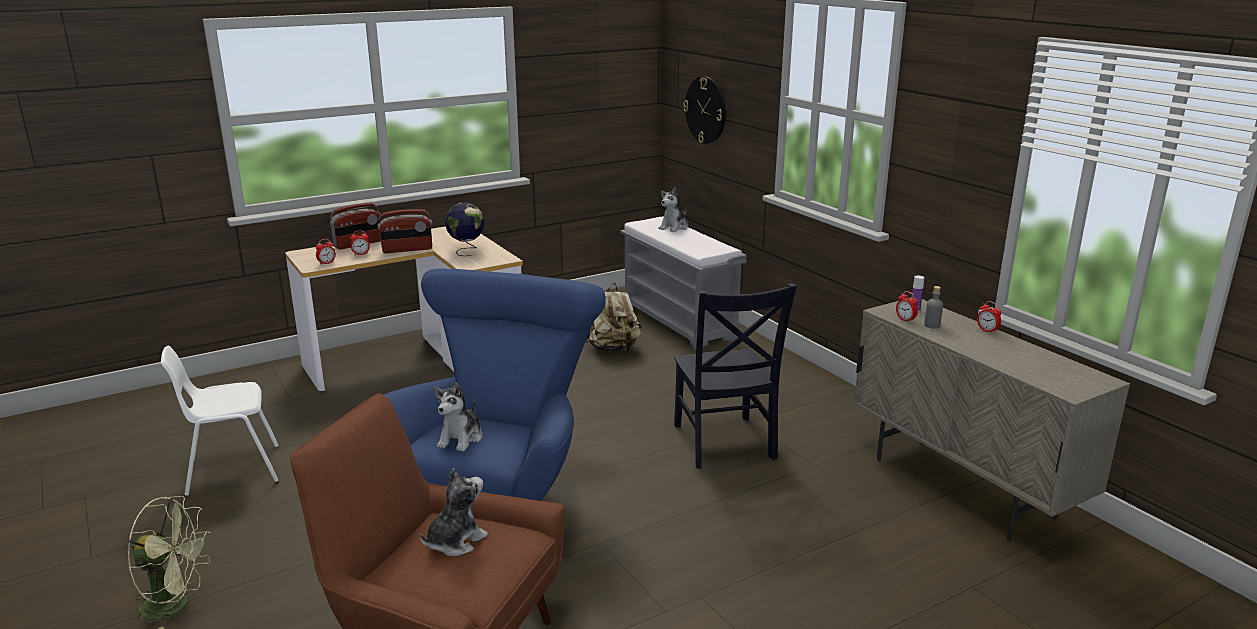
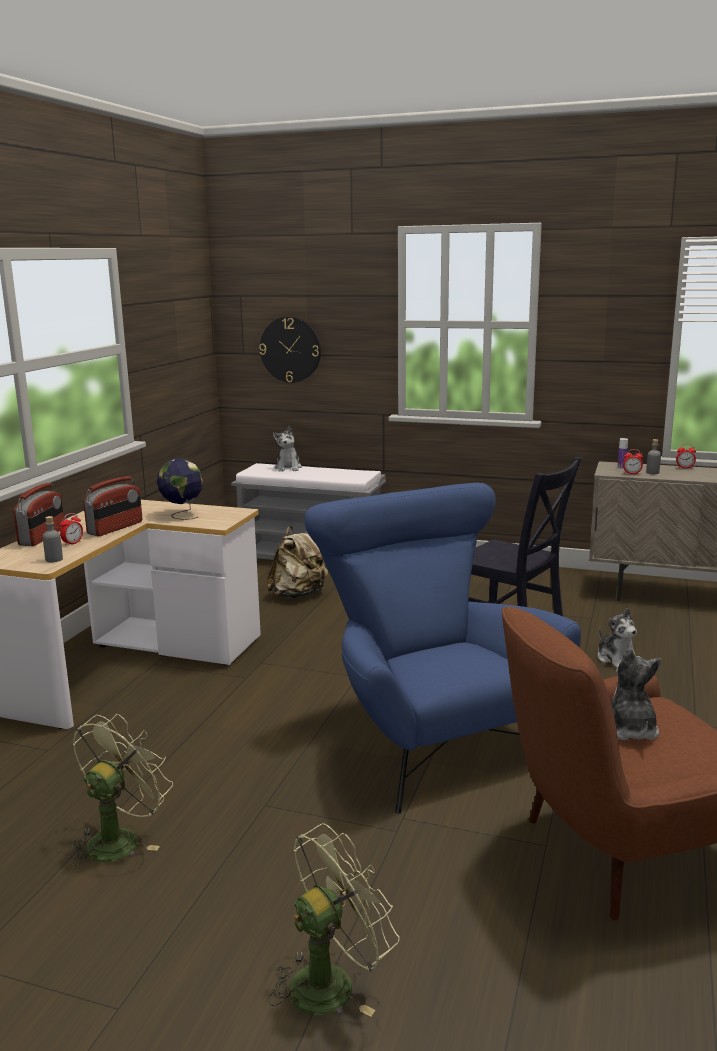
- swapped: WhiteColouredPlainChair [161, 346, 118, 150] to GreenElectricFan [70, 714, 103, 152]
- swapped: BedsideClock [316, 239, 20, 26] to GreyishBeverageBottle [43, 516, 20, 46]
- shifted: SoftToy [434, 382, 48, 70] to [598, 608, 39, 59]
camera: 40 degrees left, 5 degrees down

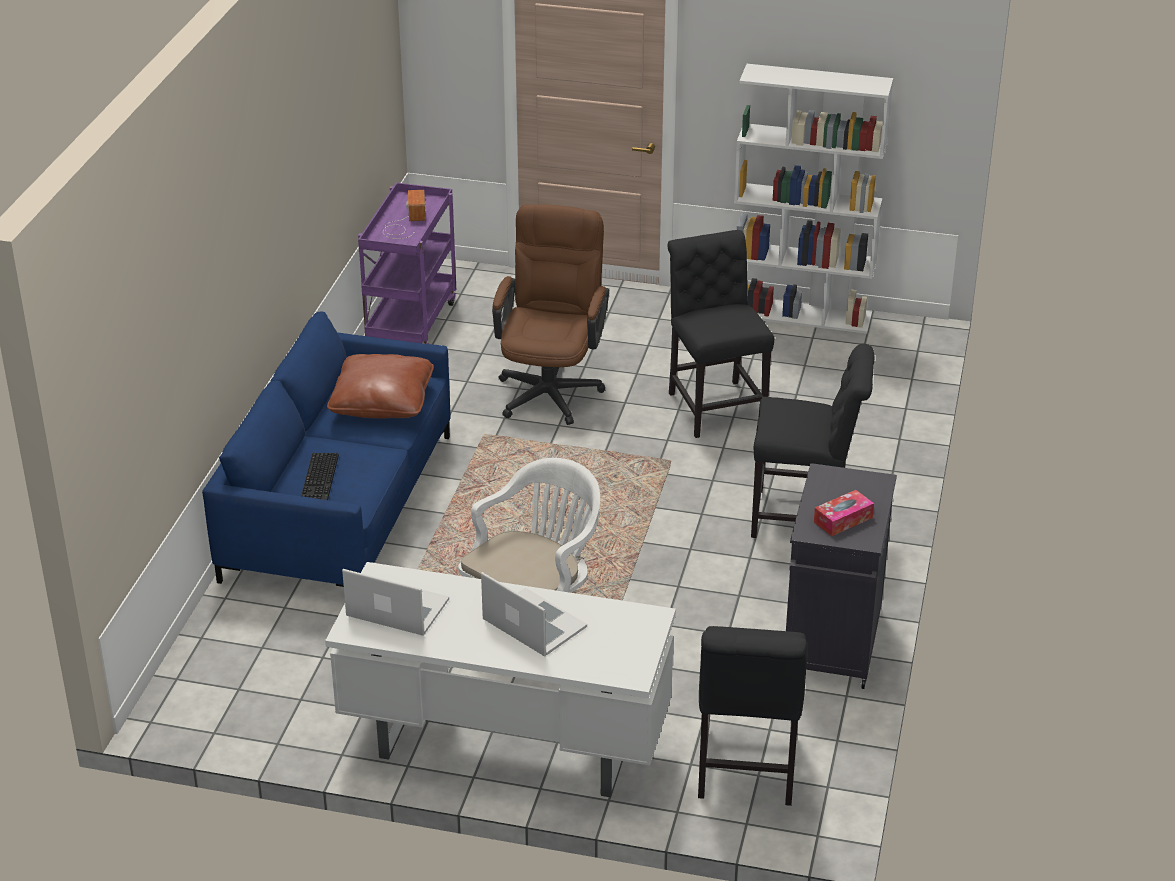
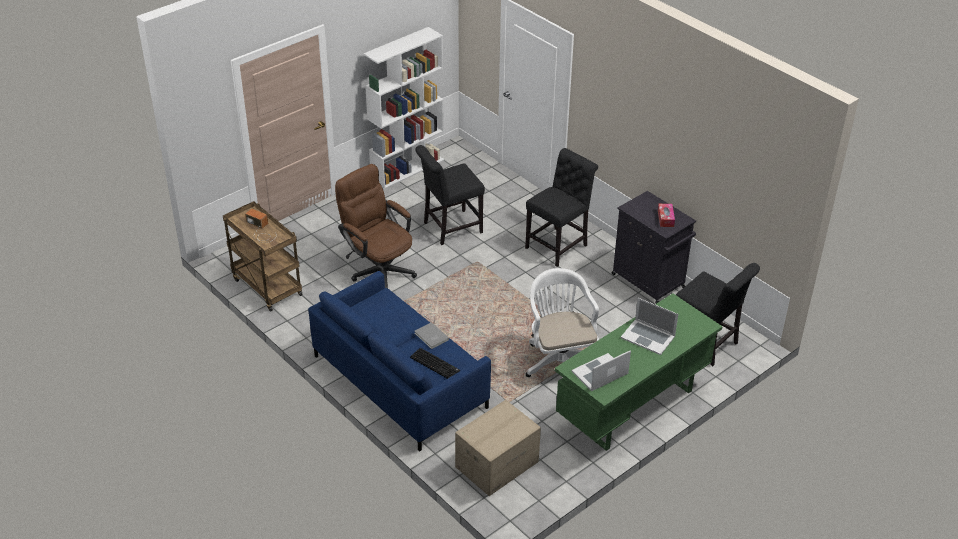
- repainted: WhiteColouredDeskTable [325, 562, 351, 235] to GreenDeskTable [555, 293, 168, 158]
- gone: BrownColouredCushion [327, 354, 107, 65]
- repainted: PurplishWheeledCart [358, 183, 98, 161] to BrownColouredWheeledCart [223, 201, 80, 111]
- rotated: Laptop [481, 572, 106, 84] = [621, 298, 57, 57] 135 degrees counterclockwise
- rotated: BlackColouredPlainChair [668, 230, 106, 208] = [415, 145, 70, 100] 45 degrees counterclockwise
- new: GreyishVolume [415, 322, 34, 27]
- new: CardboardBox [455, 400, 86, 96]
camera: 55 degrees left, 5 degrees up

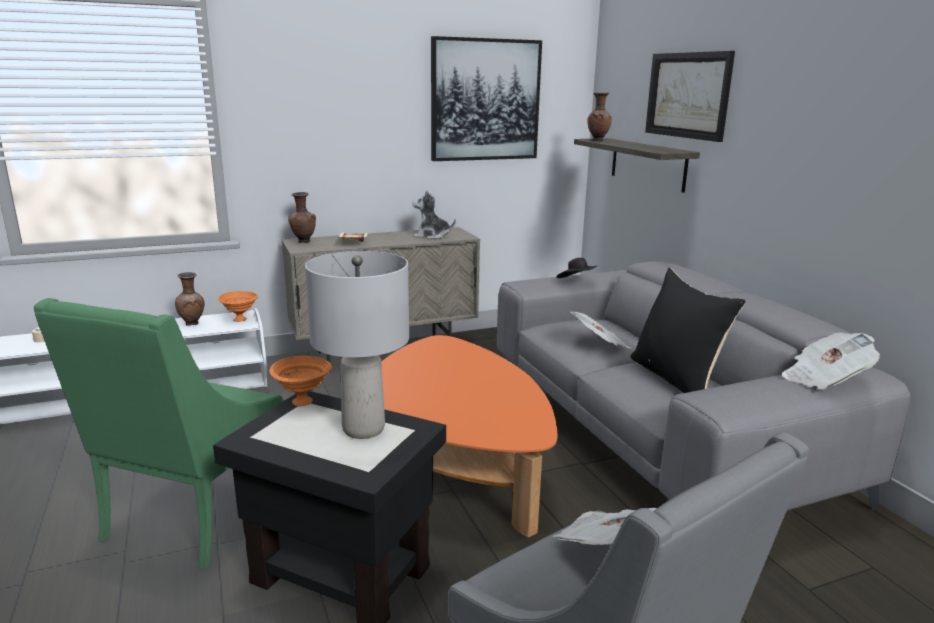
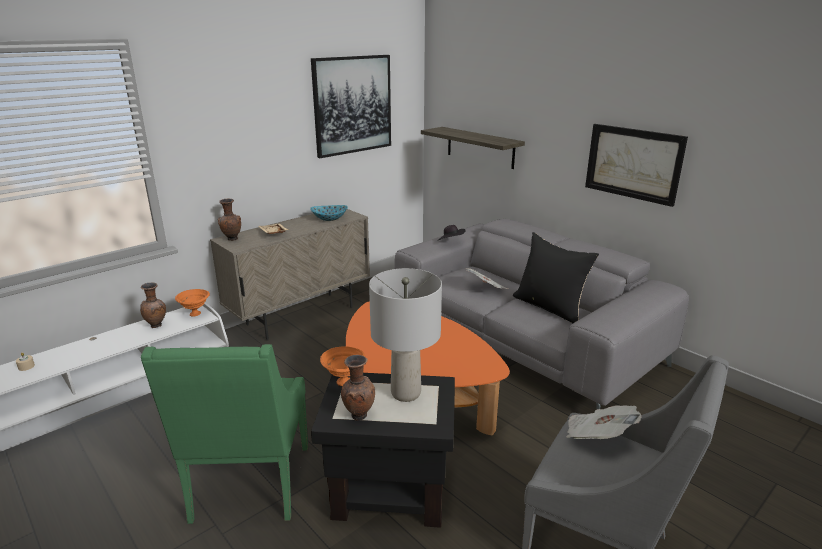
- swapped: SoftToy [412, 190, 44, 49] to Bowl [310, 205, 38, 16]
- shifted: BrownColouredDecorativeVase [587, 92, 25, 49] to [341, 355, 34, 66]
- shifted: WallPicture [645, 51, 90, 91] to [585, 124, 103, 83]
- gone: DailyPaper [782, 332, 98, 58]
camera: 20 degrees left, 5 degrees up

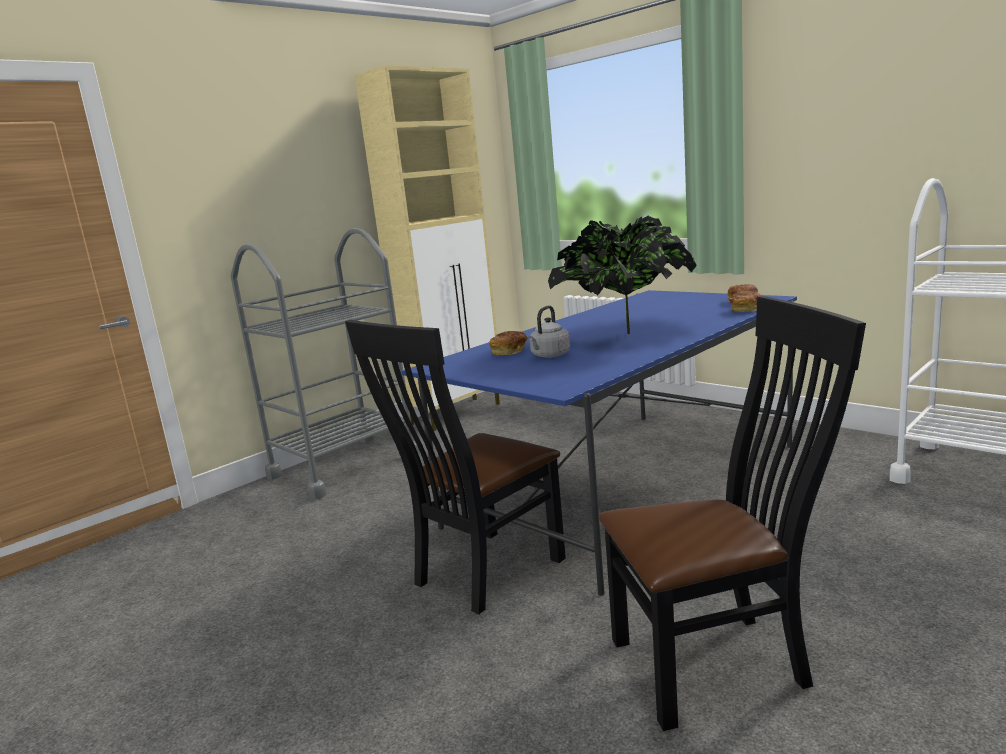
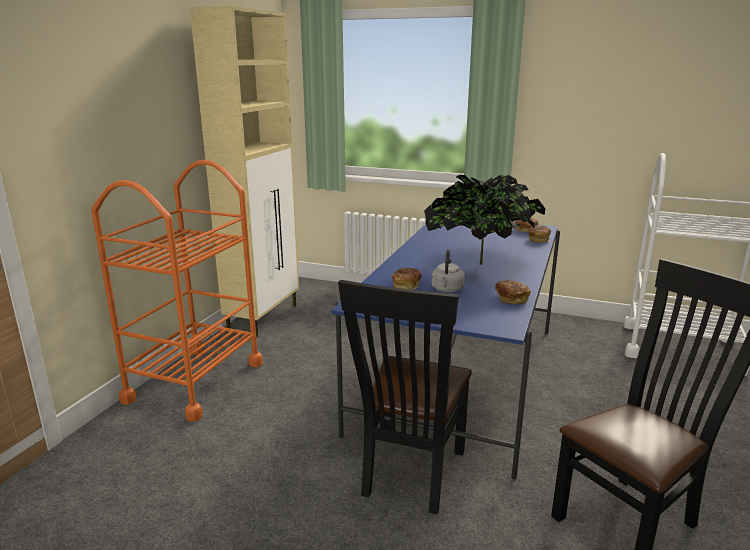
- repainted: GreyishWheeledCart [231, 228, 190, 271] to OrangeyWheeledCart [91, 160, 172, 262]
- new: Bread [495, 280, 36, 24]
camera: 25 degrees left, 5 degrees up

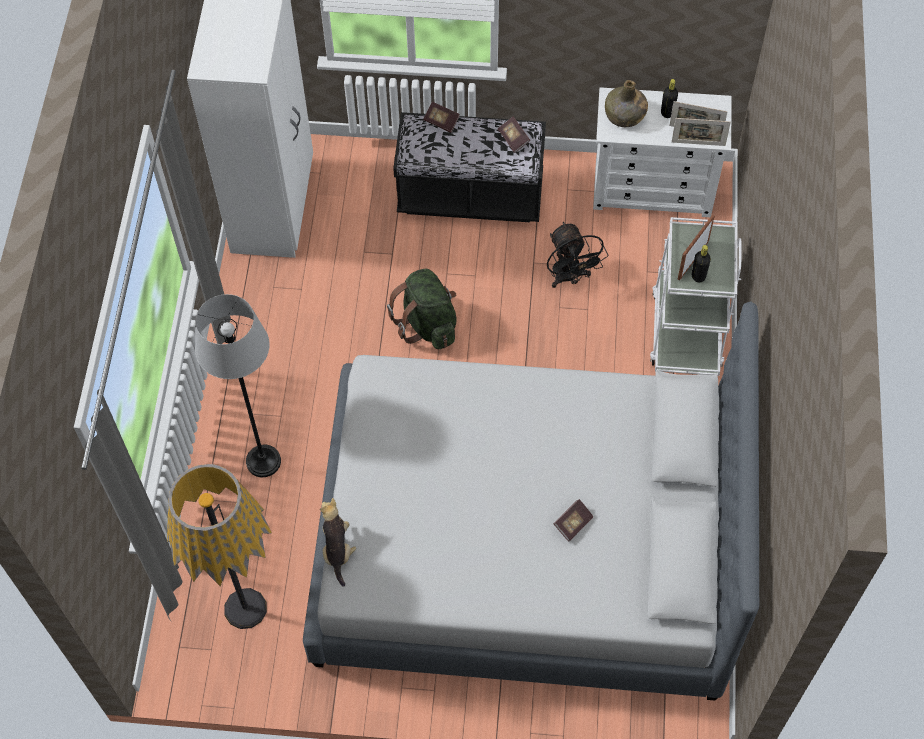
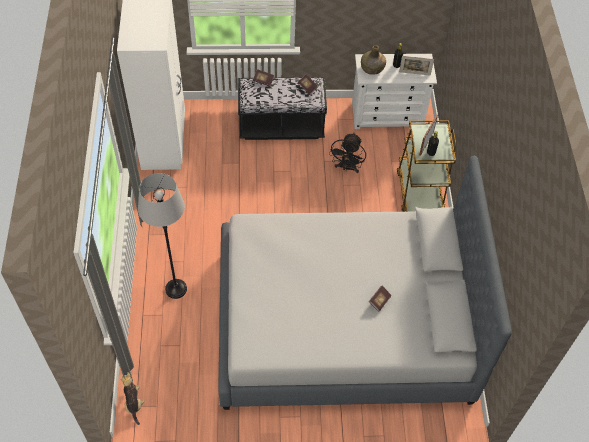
- gone: FloorLamp [167, 464, 105, 165]
- shifted: SoftToy [320, 498, 36, 89] to [121, 372, 24, 53]
- gone: GreenRucksack [387, 268, 70, 81]
- rotated: BlackColouredElectricFan [547, 222, 61, 66] = [329, 133, 37, 40] 45 degrees clockwise
- repainted: WhiteColouredWheeledCart [650, 217, 91, 159] to BrownColouredWheeledCart [397, 120, 59, 92]
- gone: PhotoFrame [672, 118, 59, 28]
camera: 10 degrees left, 5 degrees down

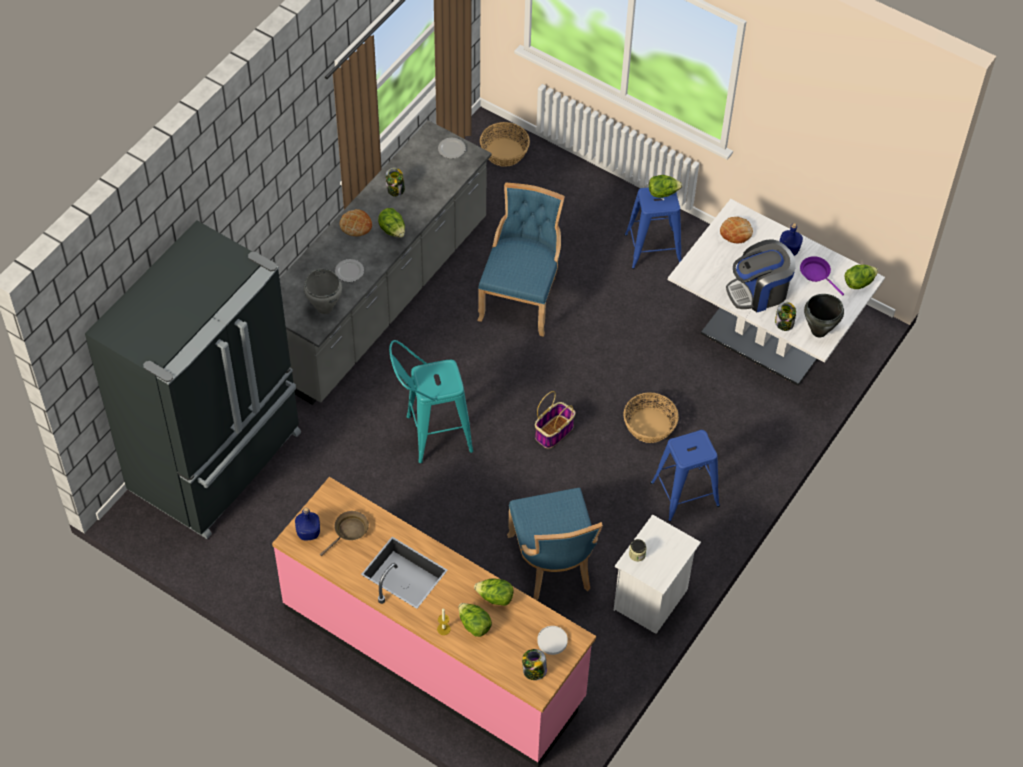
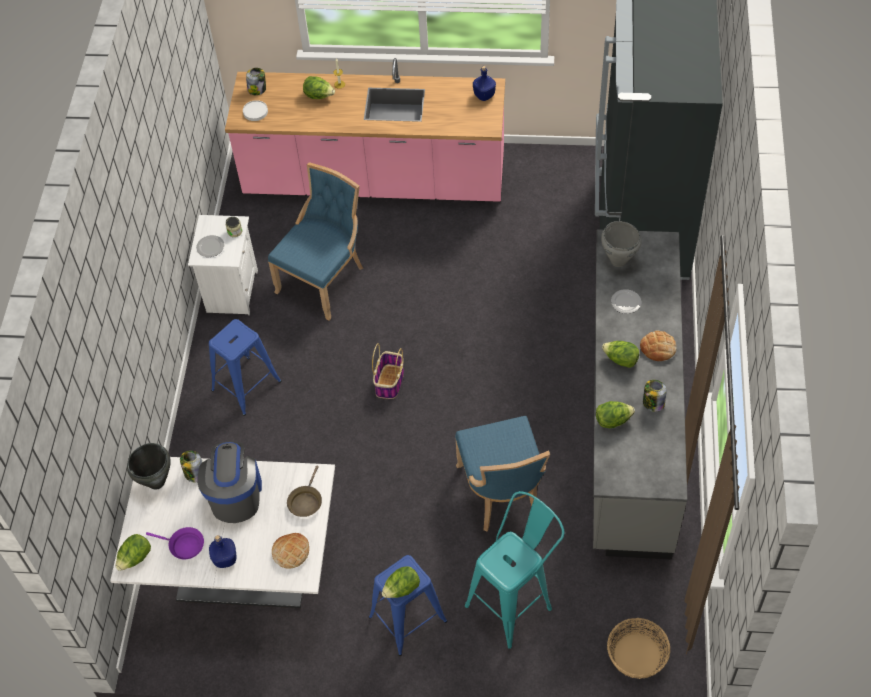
- shifted: BrownColouredPan [320, 511, 49, 45] to [287, 465, 35, 52]
- shifted: TurquoiseColouredStool [389, 340, 84, 123] to [465, 491, 99, 158]
- shifted: Plate [438, 138, 28, 21] to [196, 235, 28, 22]
- shifted: LettuceHead [474, 578, 40, 28] to [596, 401, 39, 27]
- rotated: BlueColouredPlainChair [507, 488, 96, 113] = [268, 162, 95, 158] 75 degrees clockwise
- gone: HouseholdBasket [623, 393, 56, 50]
- rotated: CoffeeBrewer [726, 239, 70, 74] = [197, 441, 65, 82] 45 degrees counterclockwise
camera: 155 degrees right, 0 degrees up

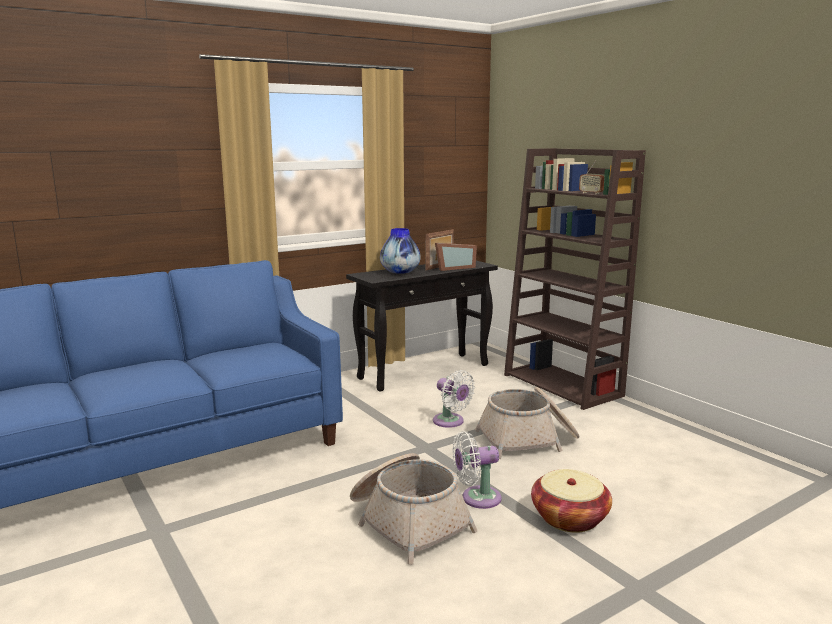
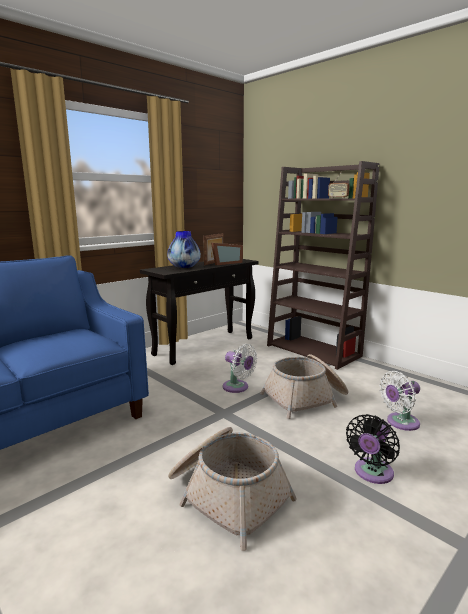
- shifted: WhiteColouredElectricFan [453, 431, 49, 78] to [379, 371, 41, 60]
- swapped: HouseholdBasket [531, 469, 81, 64] to BlackColouredElectricFan [346, 414, 54, 70]
camera: 10 degrees left, 0 degrees up

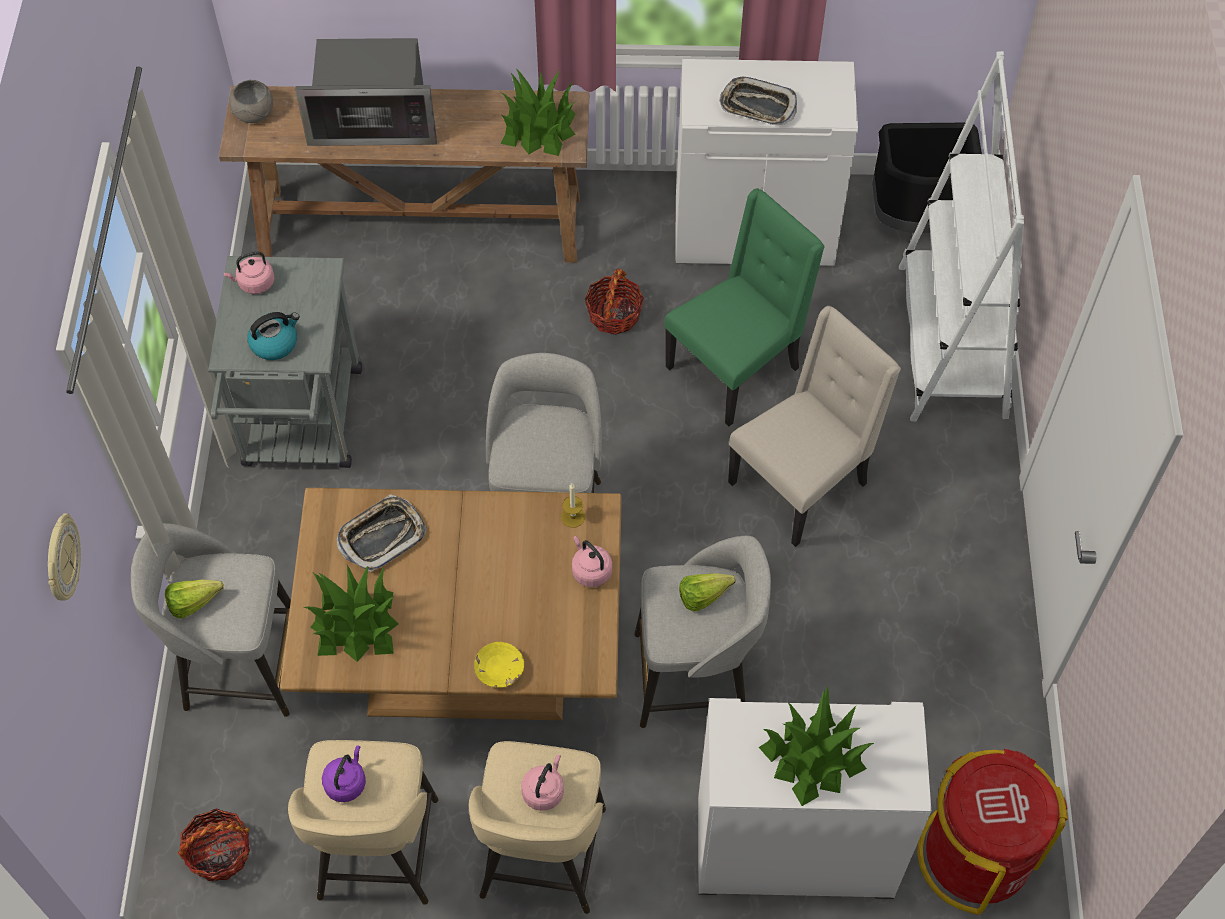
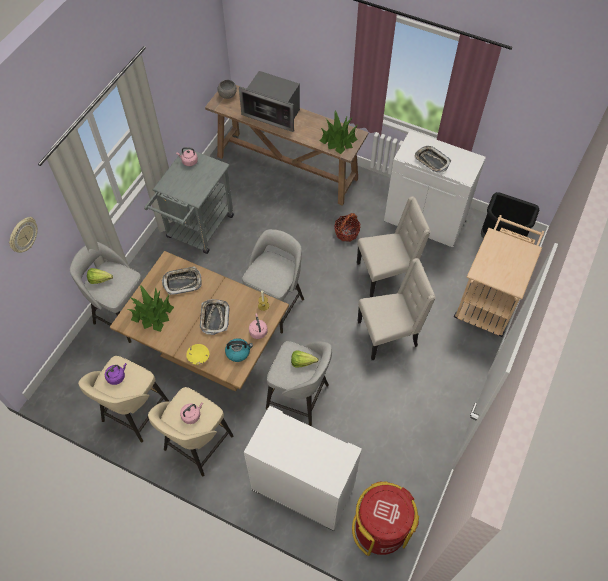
- gone: HouseholdBasket [178, 808, 72, 73]
- shifted: TeaKettle [247, 312, 53, 48] to [225, 338, 28, 24]
- repainted: GreenPlainChair [664, 189, 161, 237] to SandColouredPlainChair [357, 196, 74, 101]
- gone: Houseplant [759, 685, 115, 121]
- swapped: WhiteColouredBookcase [899, 51, 125, 371] to SandColouredWheeledCart [454, 215, 90, 122]
- new: Tray [200, 299, 29, 36]
camera: 25 degrees right, 0 degrees up

